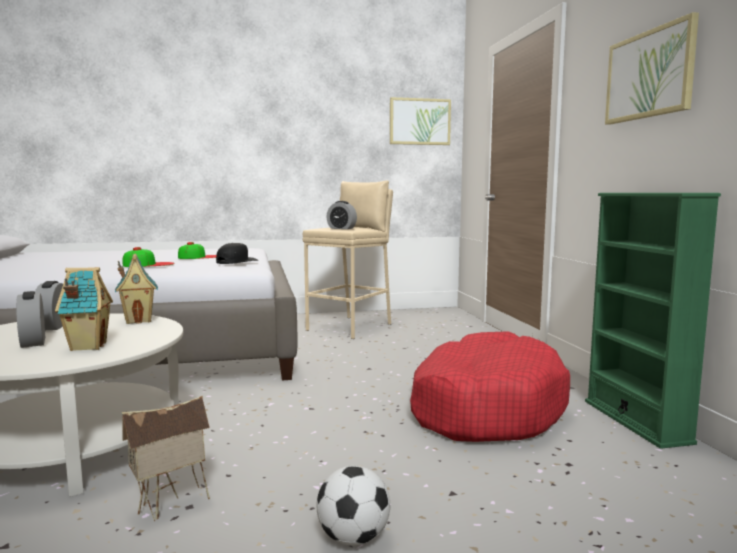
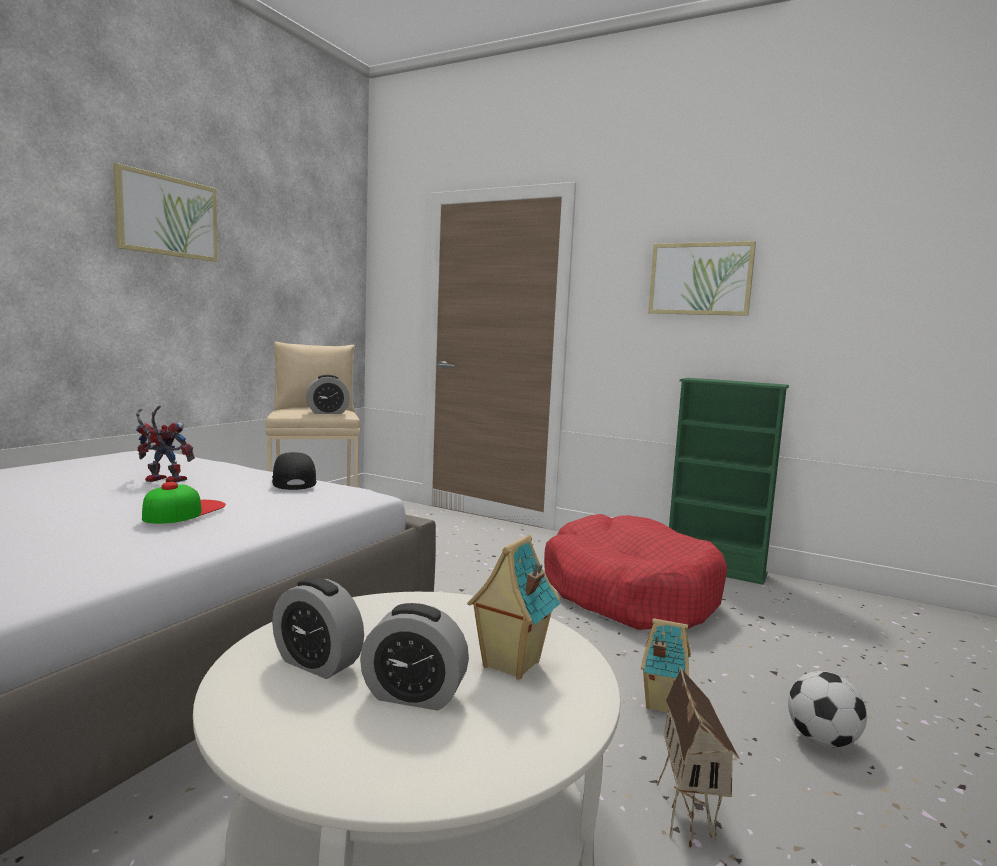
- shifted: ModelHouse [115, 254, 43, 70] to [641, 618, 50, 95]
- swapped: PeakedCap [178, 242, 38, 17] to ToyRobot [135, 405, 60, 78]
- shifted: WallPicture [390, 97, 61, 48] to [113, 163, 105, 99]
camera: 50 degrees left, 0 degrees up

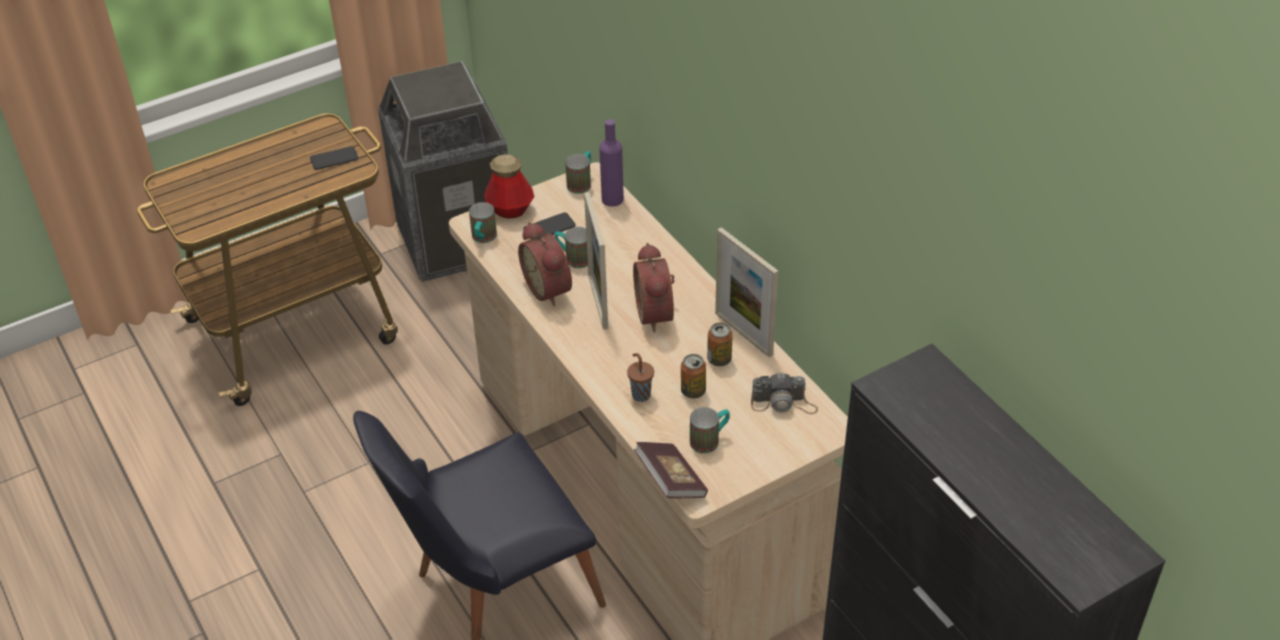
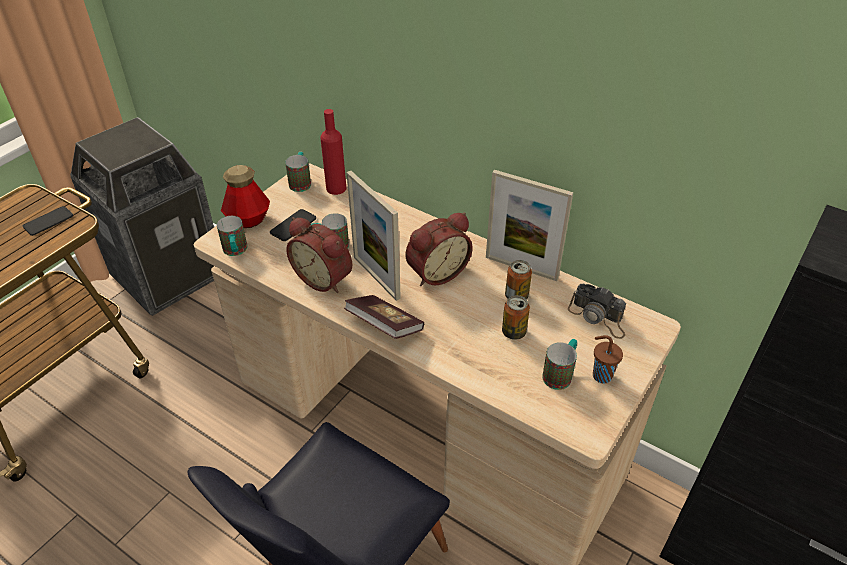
- repainted: PurplishBeverageBottle [599, 119, 25, 88] to RedColouredBeverageBottle [320, 109, 26, 86]
- shifted: BrownColouredSmallCup [627, 353, 27, 49] to [593, 335, 30, 48]
- rotated: BedsideClock [633, 243, 42, 89] = [406, 212, 67, 74] 90 degrees counterclockwise
- shifted: Volume [634, 442, 74, 56] to [344, 295, 80, 44]
- rotated: StillCamera [751, 372, 67, 42] = [568, 284, 58, 55] 60 degrees clockwise
camera: 25 degrees left, 0 degrees up

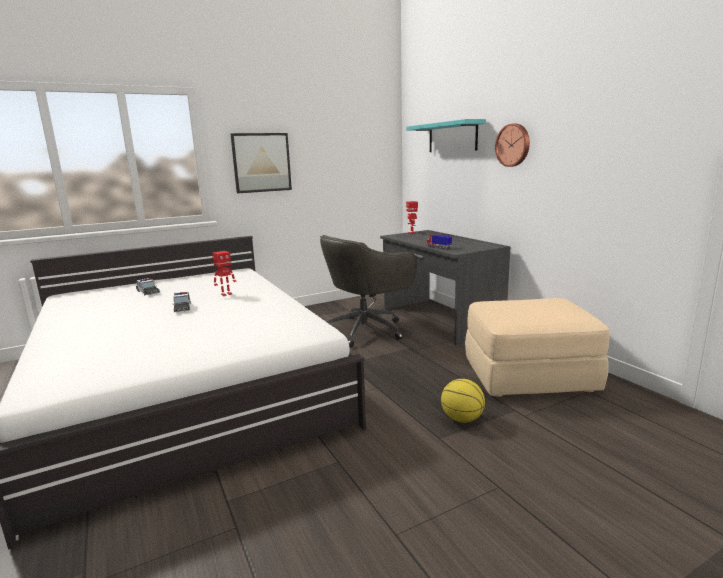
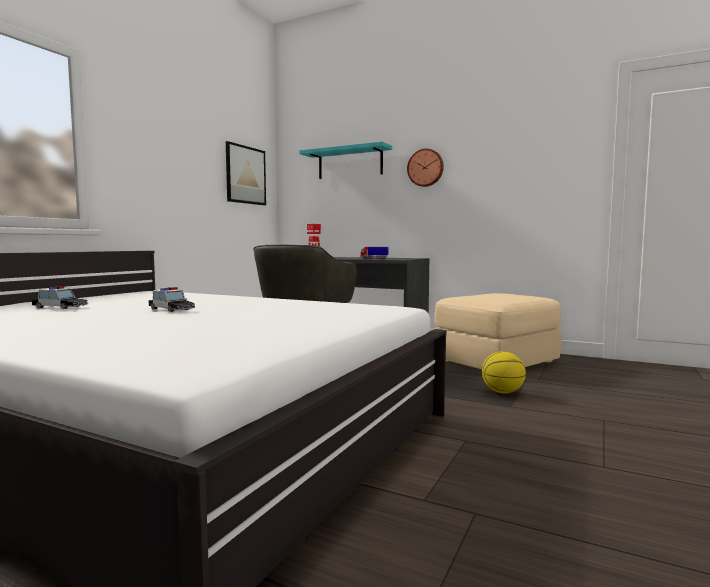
- gone: ToyRobot [212, 251, 25, 45]
- shifted: WallPicture [231, 133, 61, 60] to [226, 141, 40, 64]
camera: 35 degrees left, 10 degrees down

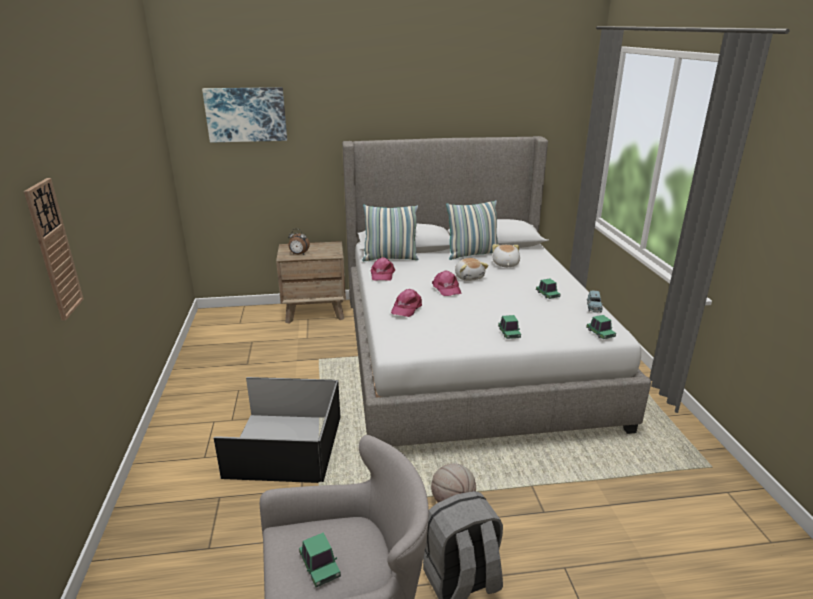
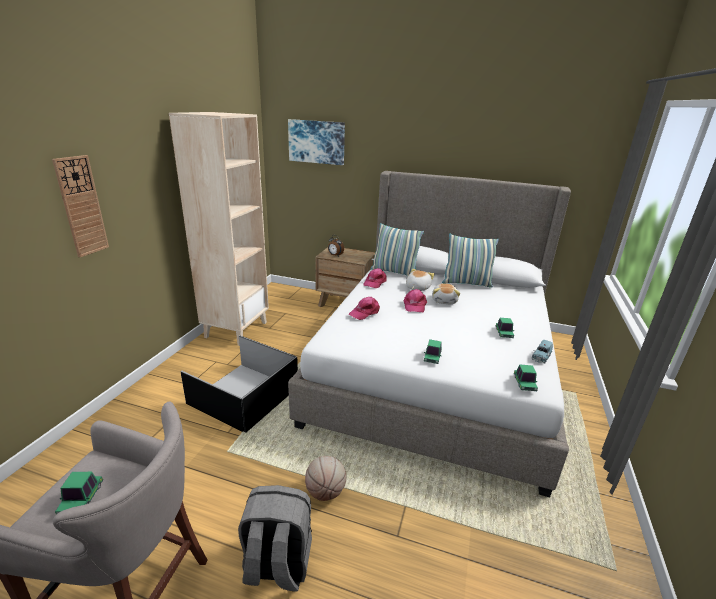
- shifted: SoftToy [492, 244, 28, 23] to [406, 269, 29, 22]
- new: SandColouredBookcase [169, 112, 100, 234]
camera: 25 degrees right, 0 degrees up

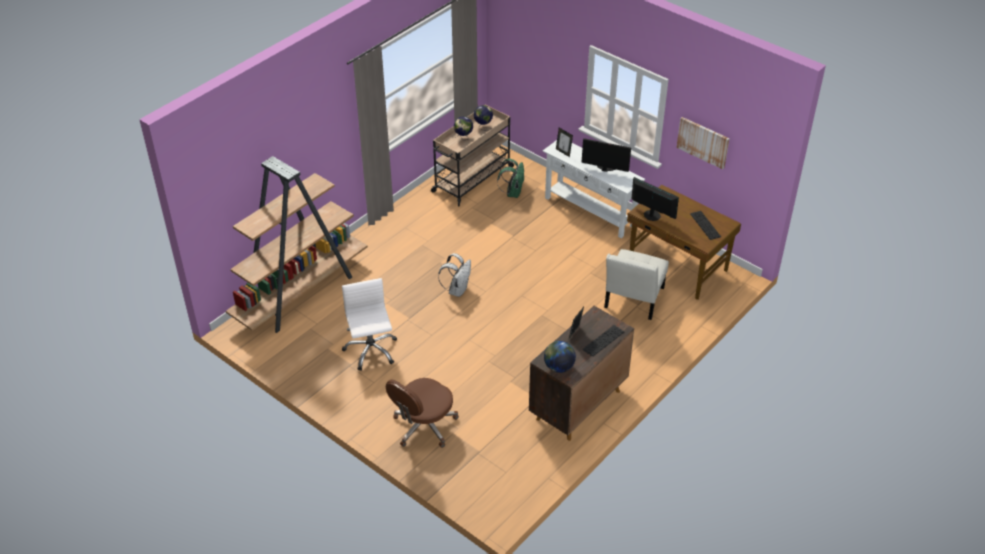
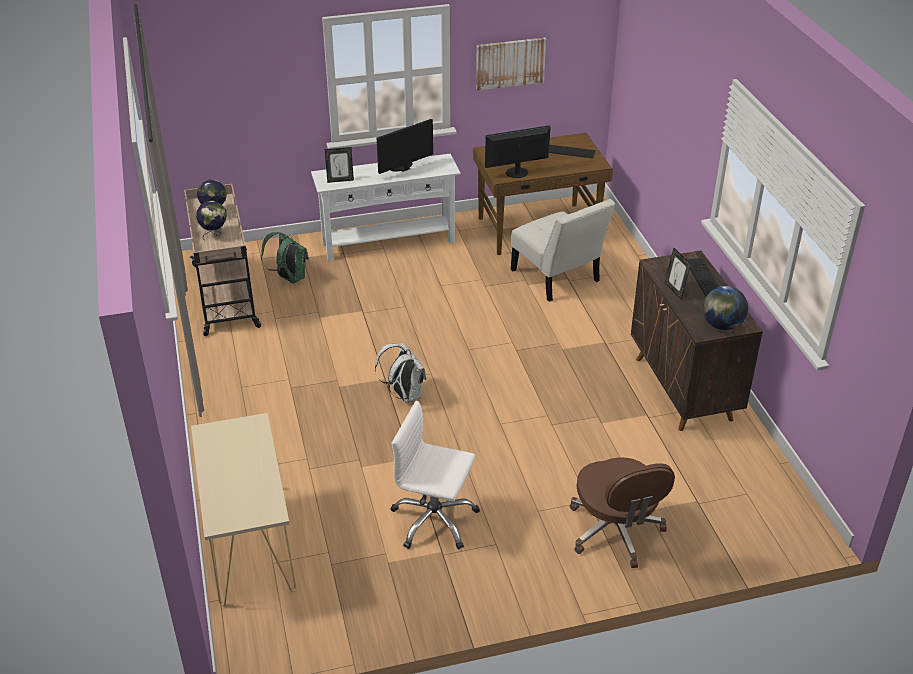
- swapped: BrownColouredBookcase [226, 156, 142, 177] to SandColouredNarrowTable [191, 413, 105, 193]
camera: 55 degrees left, 5 degrees down

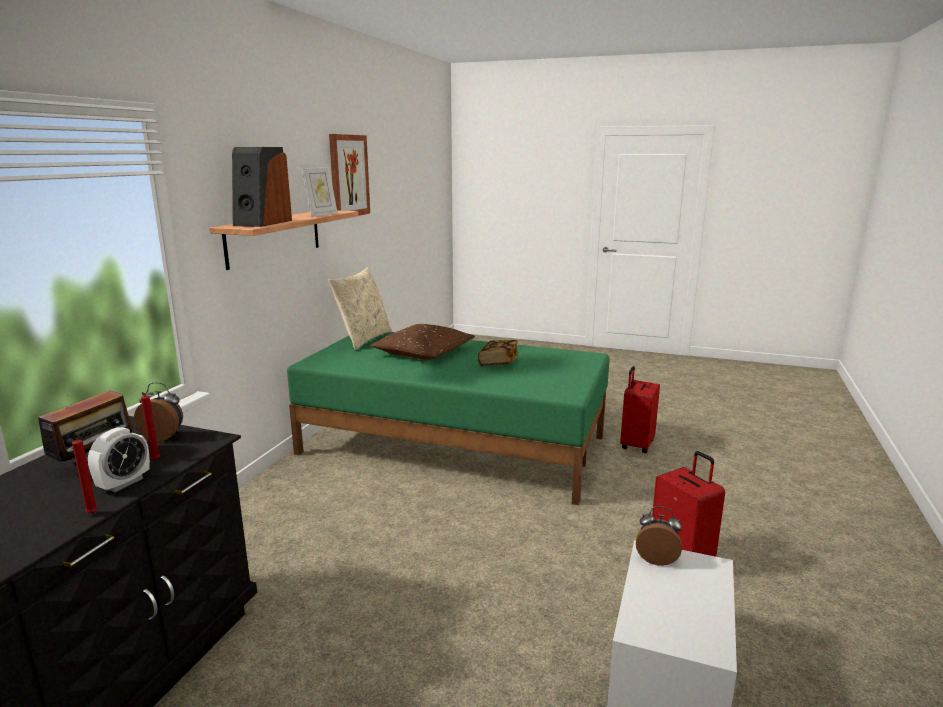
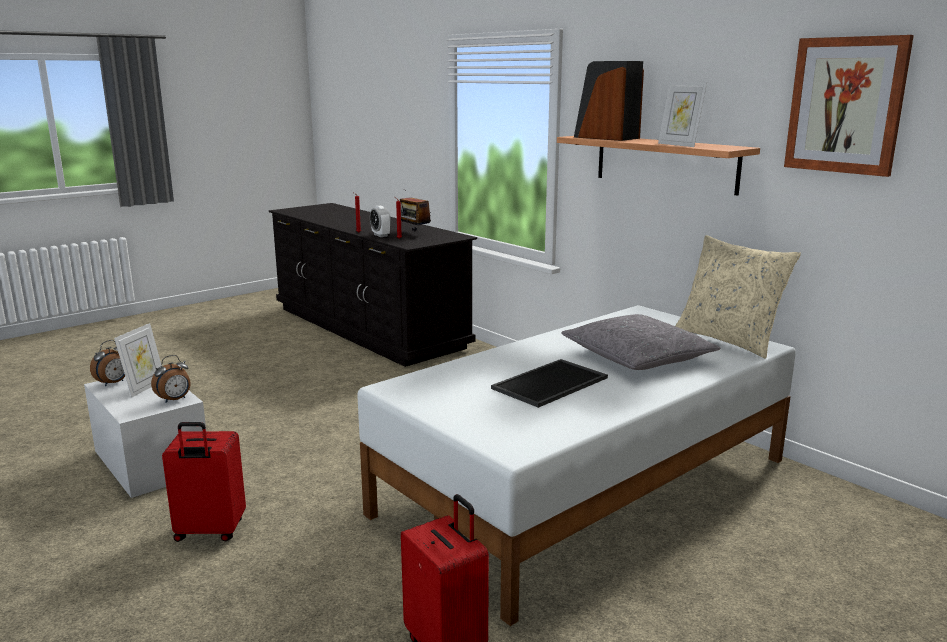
- shifted: BedsideClock [134, 382, 49, 59] to [90, 340, 35, 46]
- repainted: GreenBedroomBed [287, 332, 323, 173] to WhiteColouredBedroomBed [357, 305, 439, 321]
- repainted: BrownColouredCushion [370, 324, 105, 36] to GreyishCushion [561, 314, 159, 56]
- swapped: Volume [478, 340, 41, 26] to Tray [491, 359, 117, 49]
- new: PhotoFrame [114, 323, 48, 75]
camera: 120 degrees right, 0 degrees up

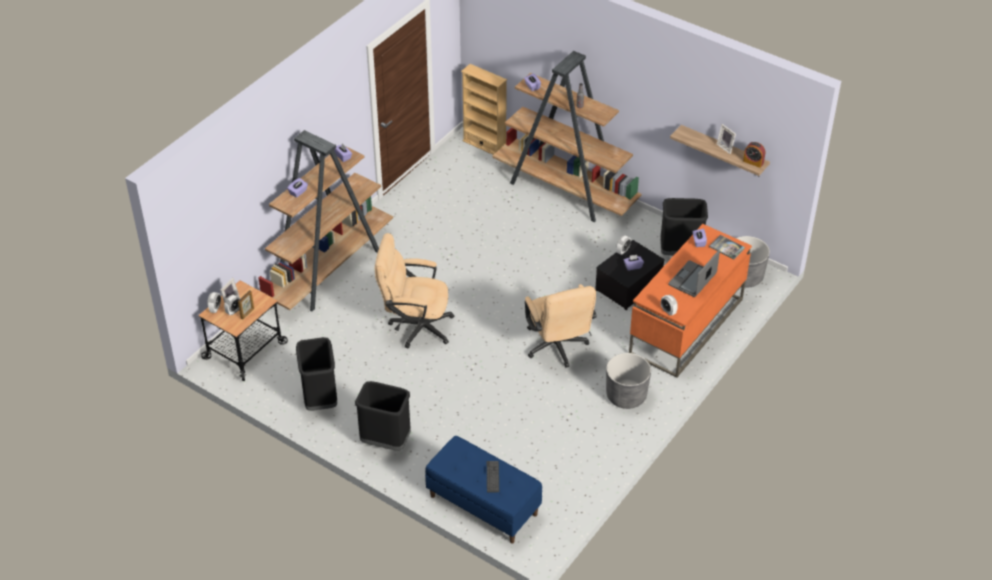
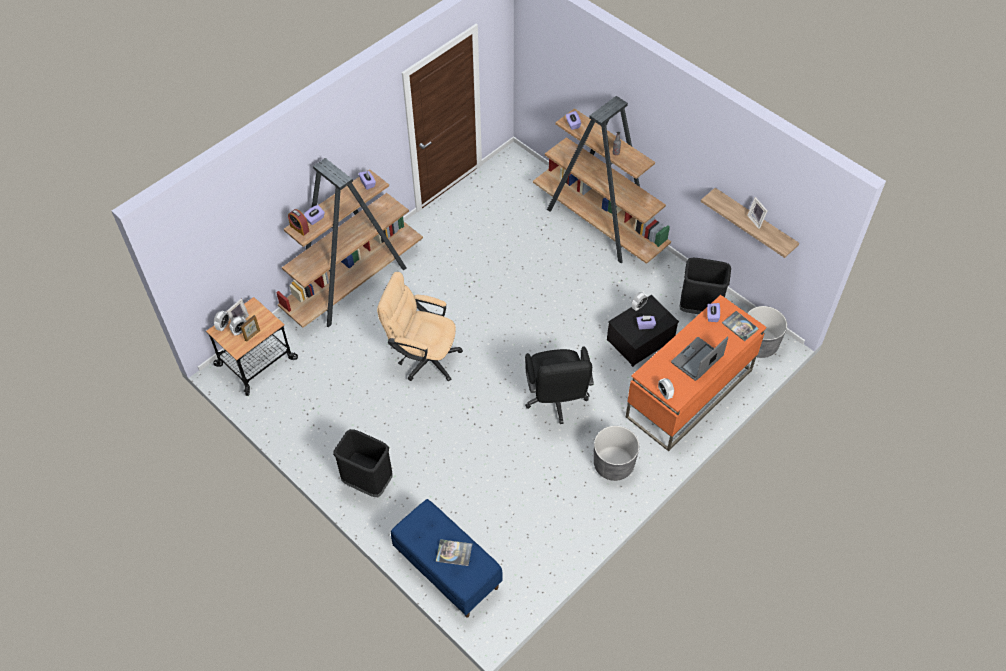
- gone: BlackColouredWasteBin [296, 337, 41, 74]
- gone: SandColouredBookcase [461, 64, 46, 91]
- swapped: ComputerKeyboard [487, 461, 12, 31] to Volume [436, 539, 36, 27]
- repainted: SandColouredDeskChair [525, 284, 72, 84] to BlackColouredDeskChair [525, 346, 69, 78]
- shifted: BedsideClock [743, 142, 22, 26] to [288, 209, 21, 27]
camera: 10 degrees right, 10 degrees up

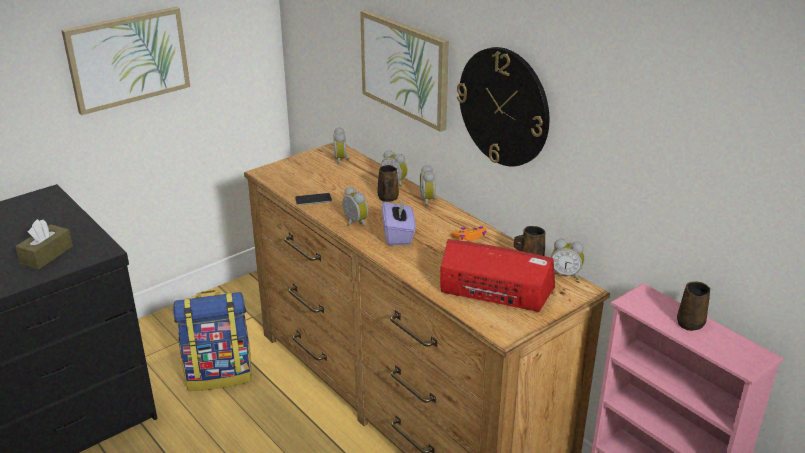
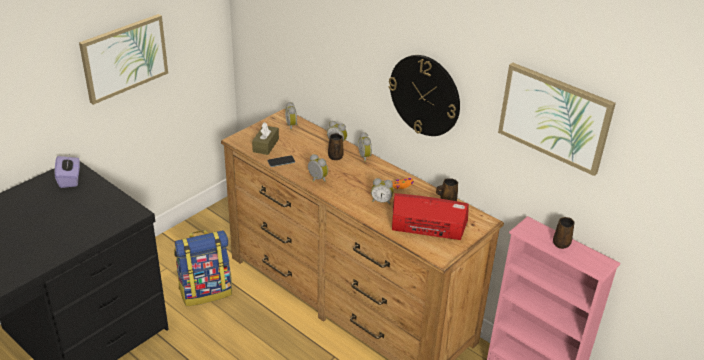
- shifted: BrownColouredTissueBox [15, 219, 58, 50] to [252, 122, 27, 33]
- shifted: WallPicture [360, 10, 89, 122] to [498, 63, 118, 113]
- shifted: PurplishTissueBox [382, 198, 34, 47] to [54, 155, 26, 33]
- shifted: BedsideClock [551, 239, 33, 41] to [371, 178, 23, 27]
camera: 10 degrees left, 5 degrees up

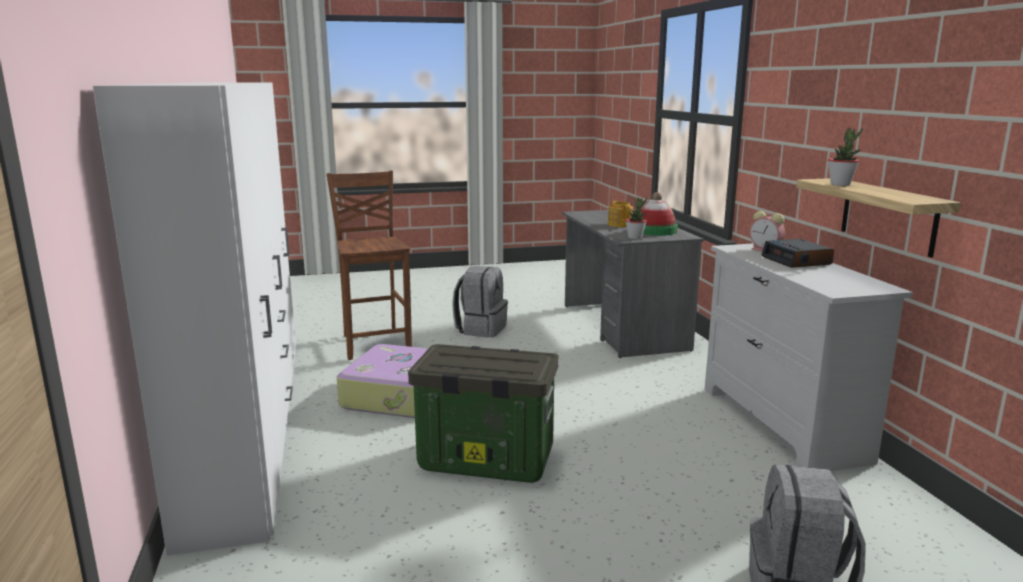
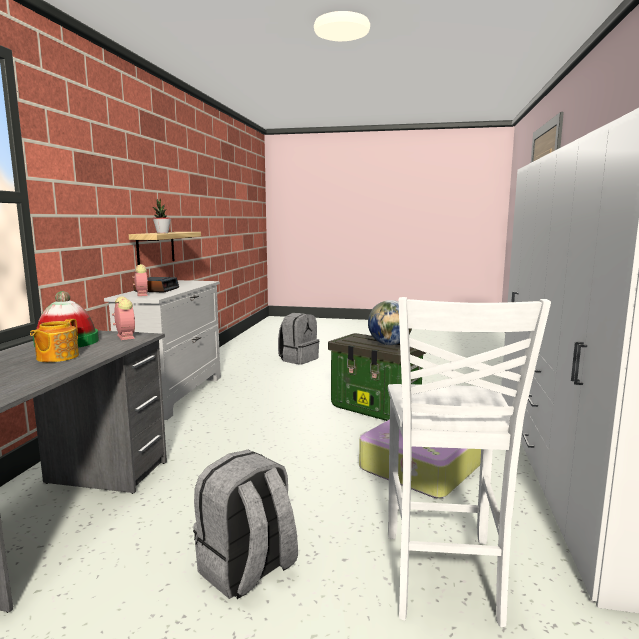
- repainted: BrownColouredPlainChair [326, 171, 86, 189] to WhiteColouredPlainChair [388, 297, 163, 330]
- swapped: Houseplant [625, 197, 22, 42] to BedsideClock [112, 296, 23, 44]
- new: DeskGlobe [368, 300, 44, 45]
camera: 155 degrees left, 5 degrees down

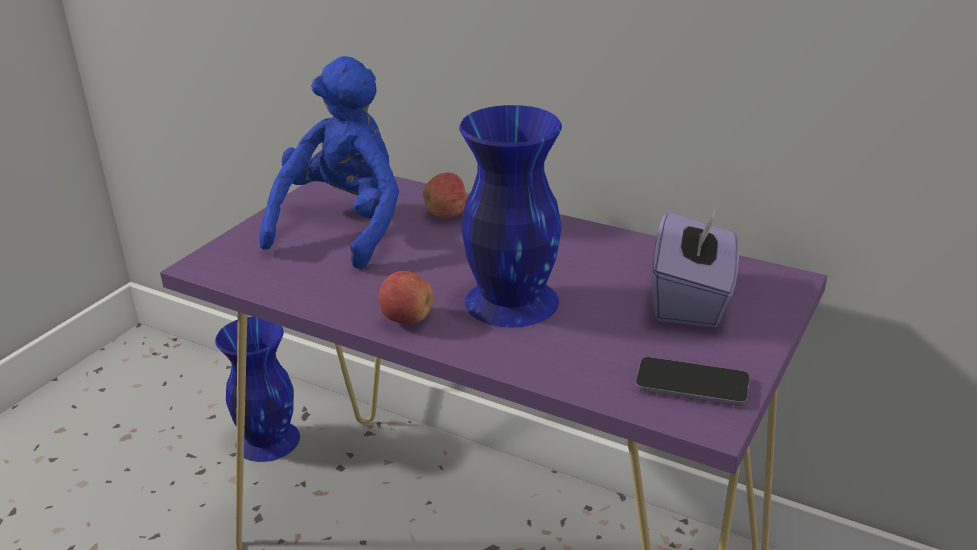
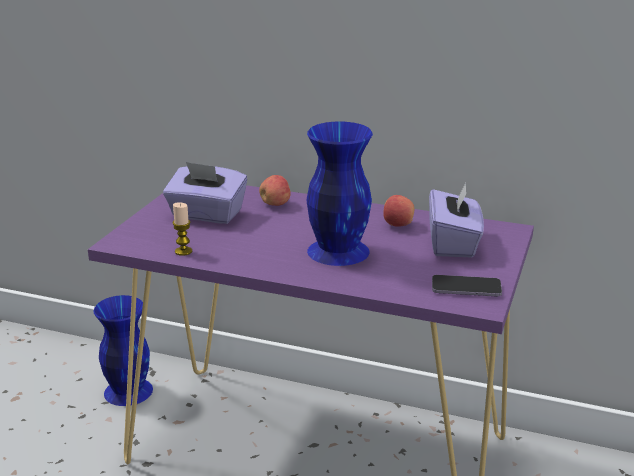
- swapped: BlueColouredSoftToy [259, 56, 140, 213] to PurplishTissueBox [163, 162, 85, 62]
- shifted: AppleFruit [379, 271, 55, 53] to [383, 195, 32, 32]
- new: WaxCandle [172, 202, 20, 54]
camera: 10 degrees left, 5 degrees down

